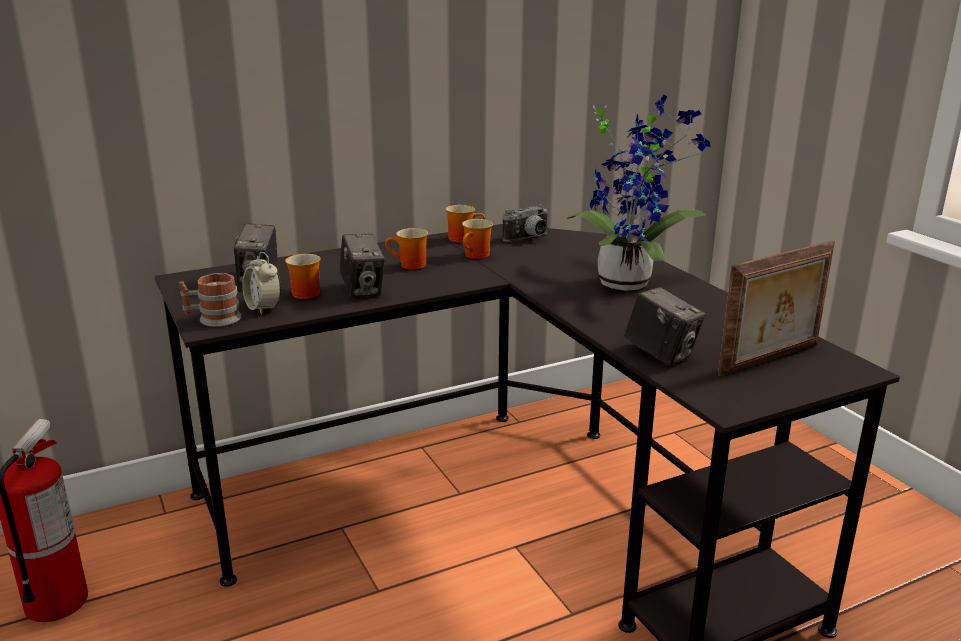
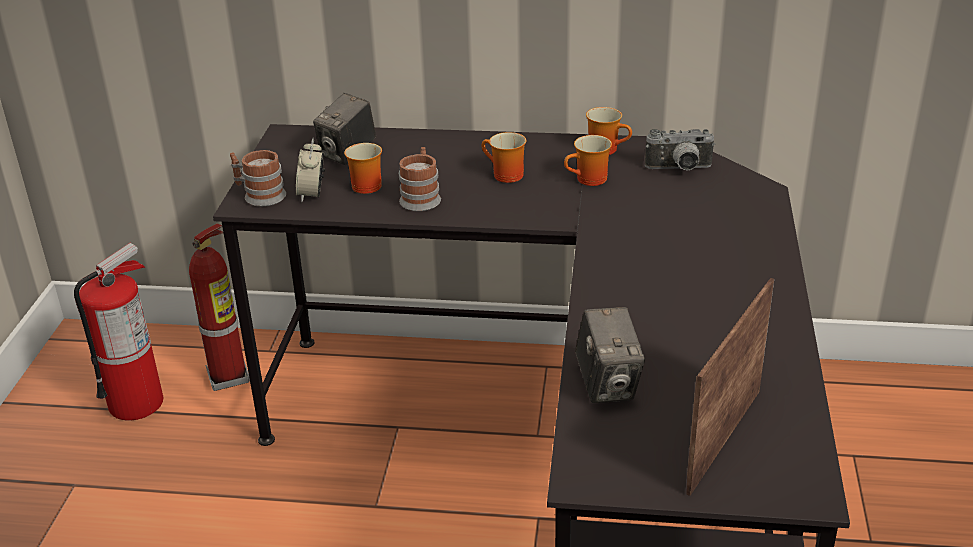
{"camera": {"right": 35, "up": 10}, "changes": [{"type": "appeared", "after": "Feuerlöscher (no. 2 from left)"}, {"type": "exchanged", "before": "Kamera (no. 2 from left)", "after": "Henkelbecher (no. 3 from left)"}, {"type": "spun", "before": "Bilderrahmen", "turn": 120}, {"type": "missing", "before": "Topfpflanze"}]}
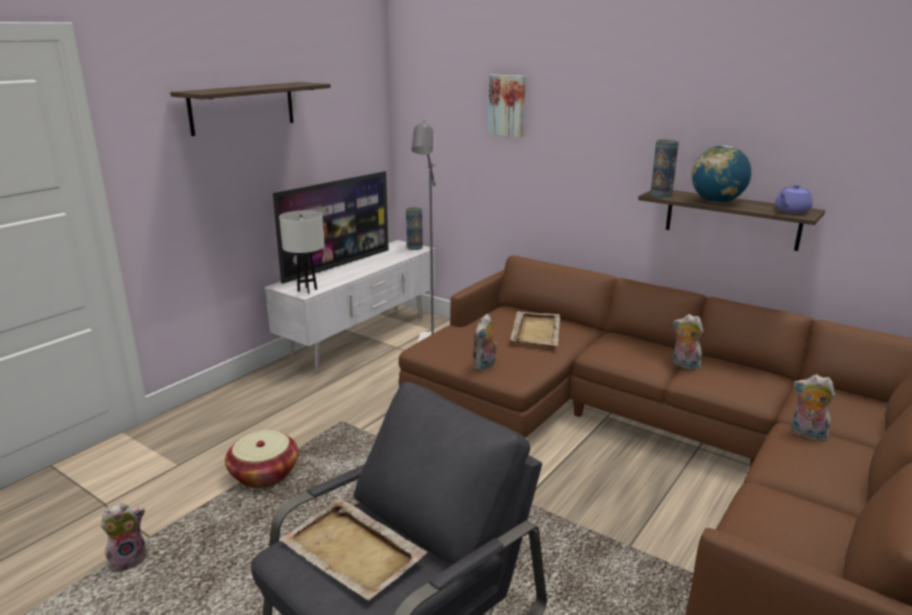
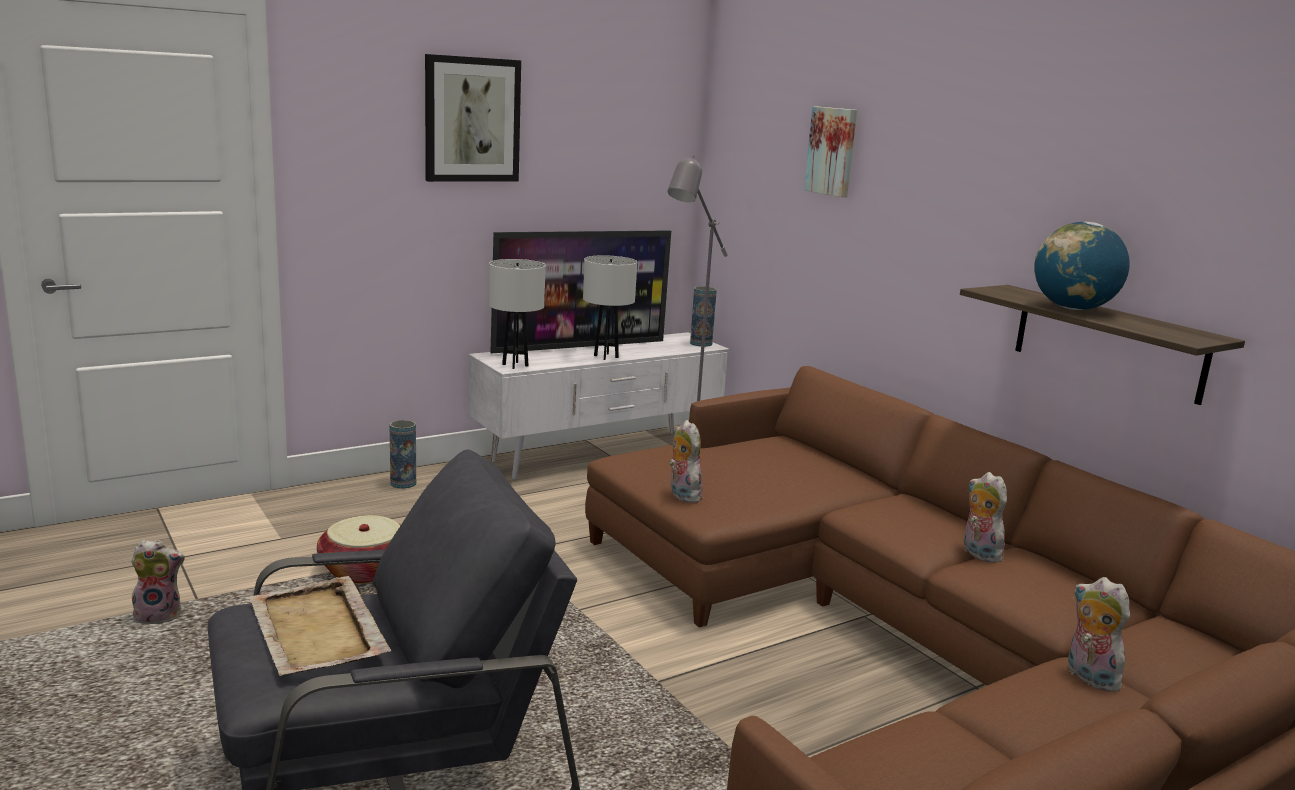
{"camera": {"right": 20, "up": -5}, "changes": [{"type": "relocated", "before": "Vase (no. 2 from left in the first image)", "after": "Vase (no. 1 from left)"}, {"type": "exchanged", "before": "Wandregal (no. 1 from left)", "after": "Bild (no. 1 from left)"}, {"type": "appeared", "after": "Tischlampe/weiß (no. 2 from left)"}, {"type": "spun", "before": "Plüschtier (no. 2 from left)", "turn": 105}, {"type": "missing", "before": "Tablett/beige (no. 2 from left)"}, {"type": "missing", "before": "Teekanne/lila"}]}
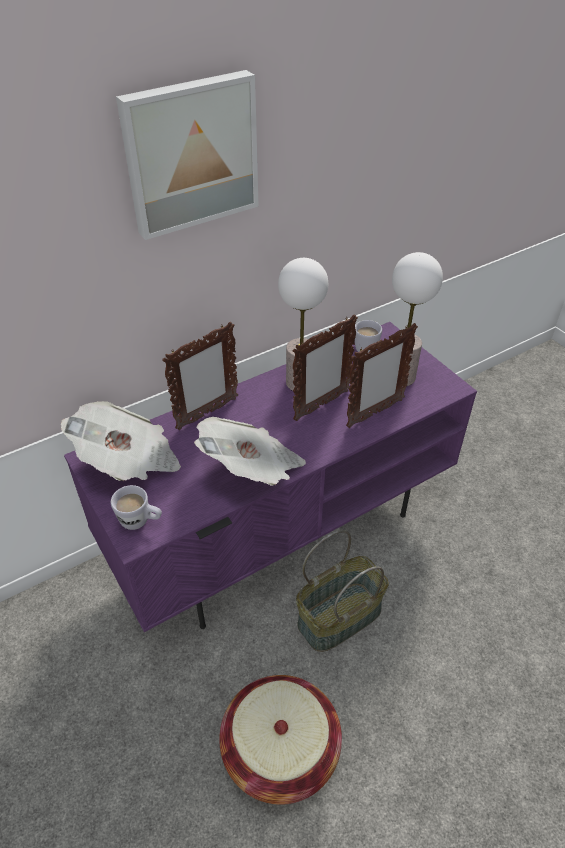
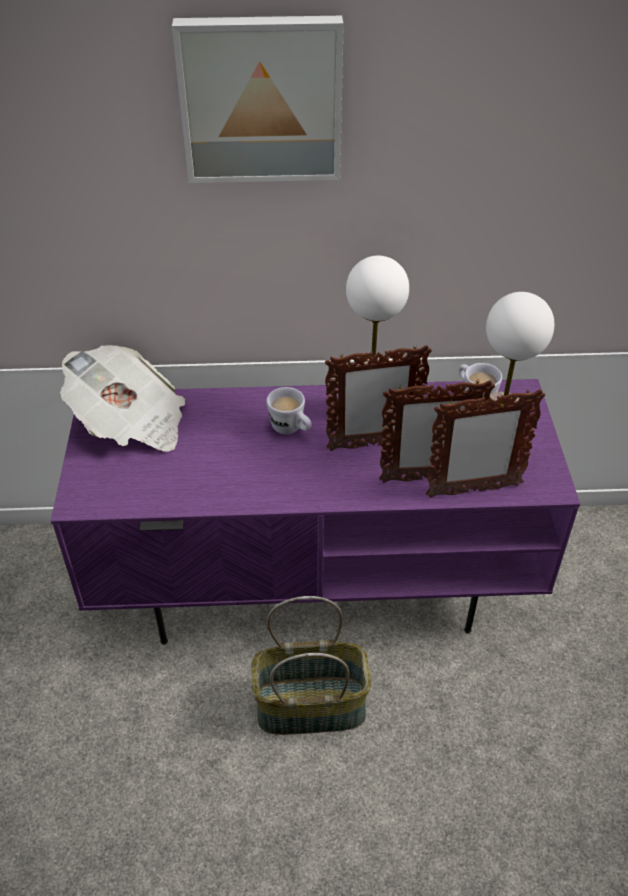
{"camera": {"right": 30, "up": 0}, "changes": [{"type": "relocated", "before": "Henkelbecher/weiß (no. 1 from left)"}, {"type": "relocated", "before": "Bilderrahmen (no. 1 from left in the first image)", "after": "Bilderrahmen (no. 3 from left)"}, {"type": "missing", "before": "Zeitung (no. 2 from left)"}, {"type": "missing", "before": "Korb (no. 1 from left)"}]}
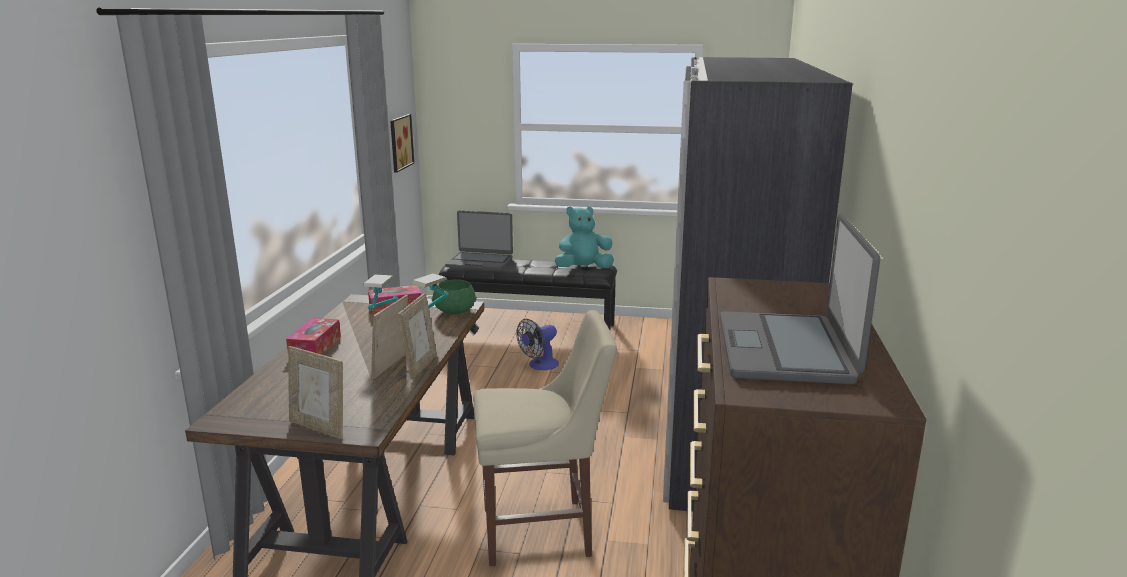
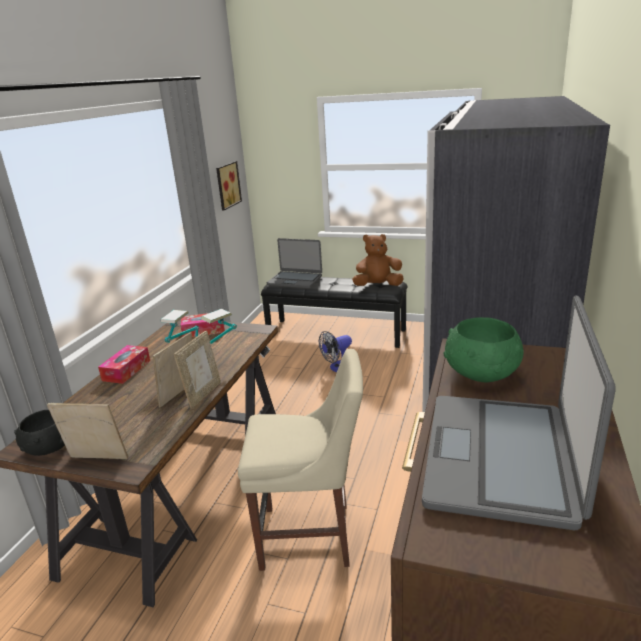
{"camera": {"right": 10, "up": 5}, "changes": [{"type": "appeared", "after": "Schüssel/schwarz"}, {"type": "spun", "before": "Bilderrahmen (no. 1 from left)", "turn": 150}, {"type": "colour", "before": "Plüschtier/türkis", "after": "Plüschtier/braun"}, {"type": "relocated", "before": "Schüssel/grün"}]}
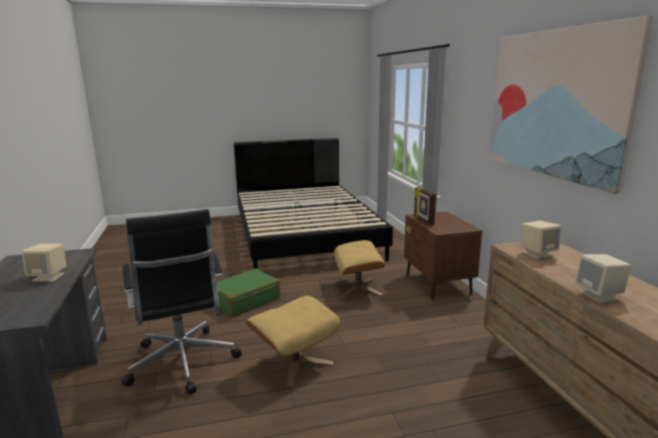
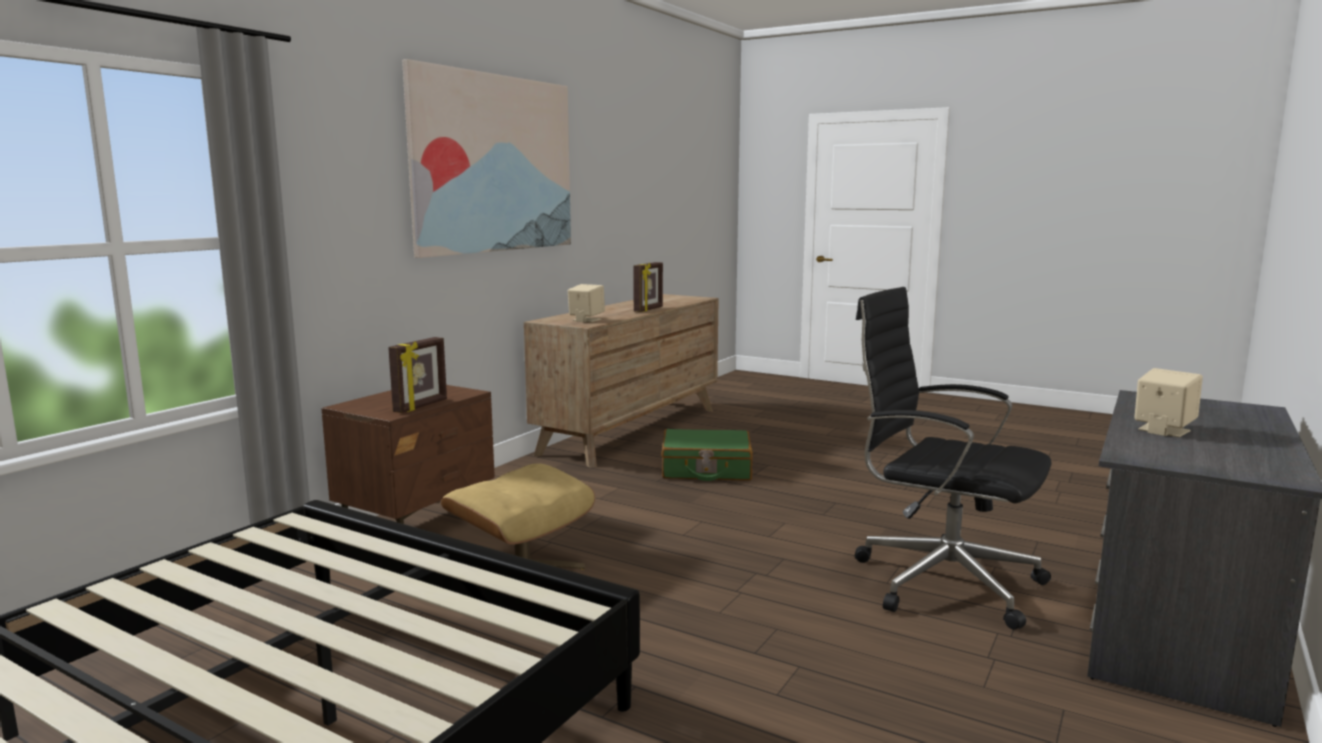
{"camera": {"right": -135, "up": -5}, "changes": [{"type": "exchanged", "before": "Lautsprecher/beige (no. 3 from left)", "after": "Bilderrahmen (no. 2 from left)"}, {"type": "relocated", "before": "Koffer/grün"}, {"type": "spun", "before": "Bürostuhl/schwarz", "turn": -75}, {"type": "missing", "before": "Polsterhocker/beige (no. 1 from left)"}]}
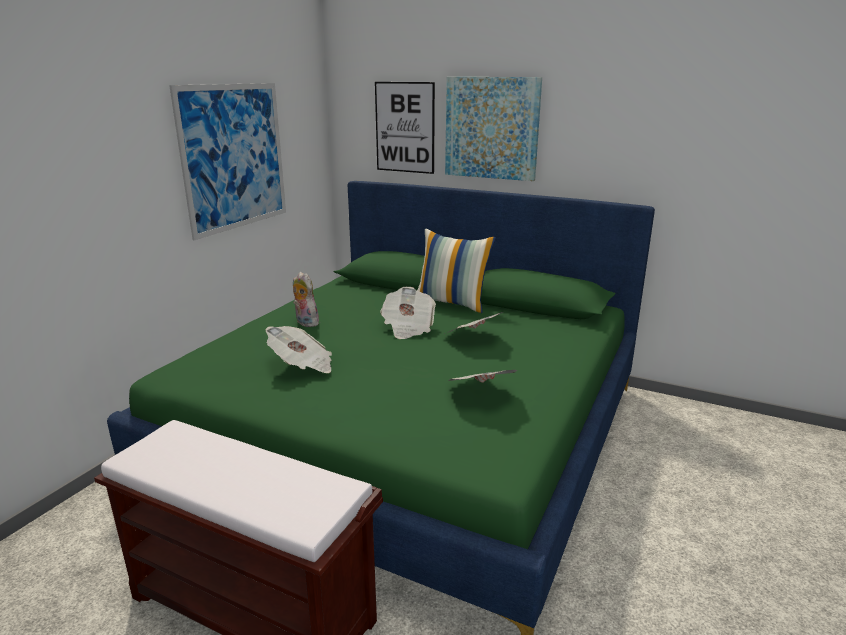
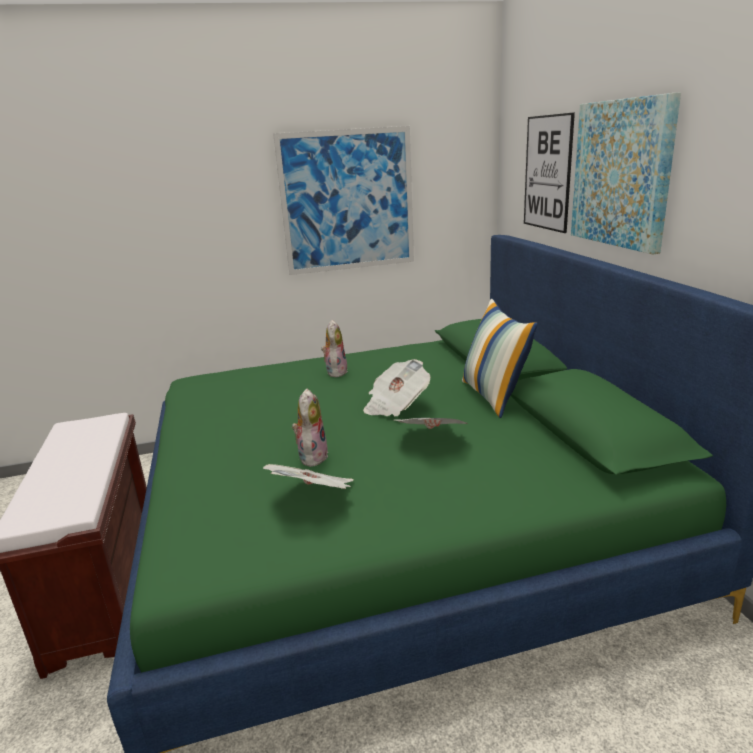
{"camera": {"right": 50, "up": 0}, "changes": [{"type": "appeared", "after": "Plüschtier (no. 1 from left)"}, {"type": "missing", "before": "Zeitung (no. 1 from left)"}]}
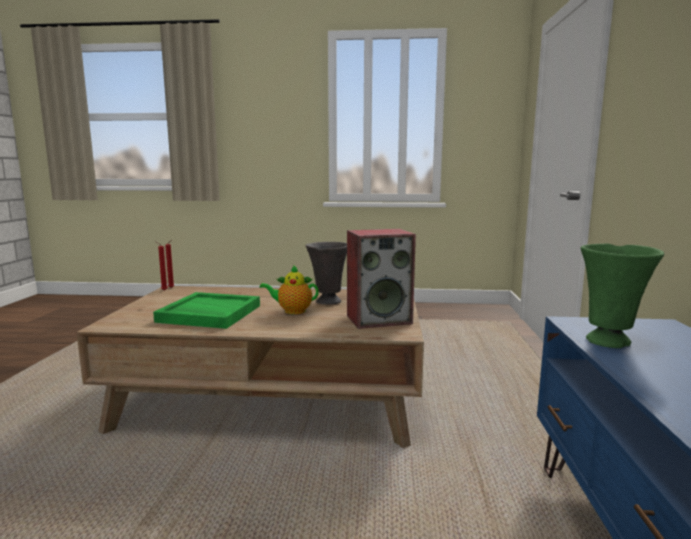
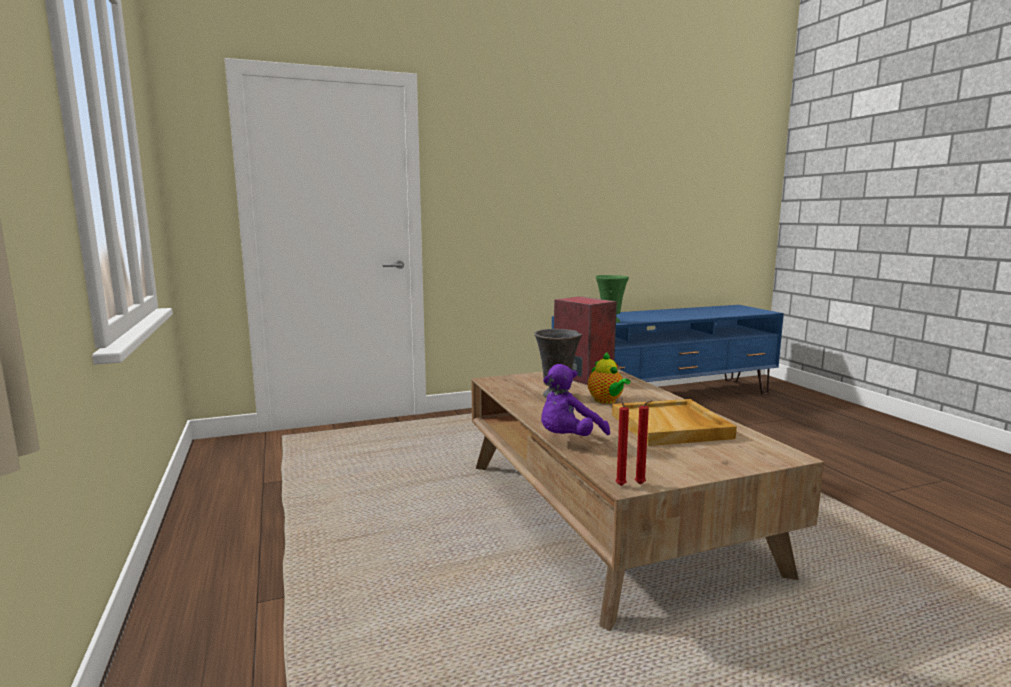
{"camera": {"right": -115, "up": 0}, "changes": [{"type": "appeared", "after": "Plüschtier/lila"}, {"type": "colour", "before": "Tablett/grün", "after": "Tablett/beige"}]}
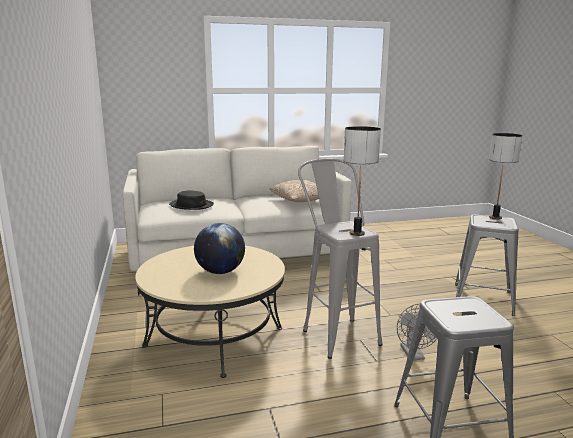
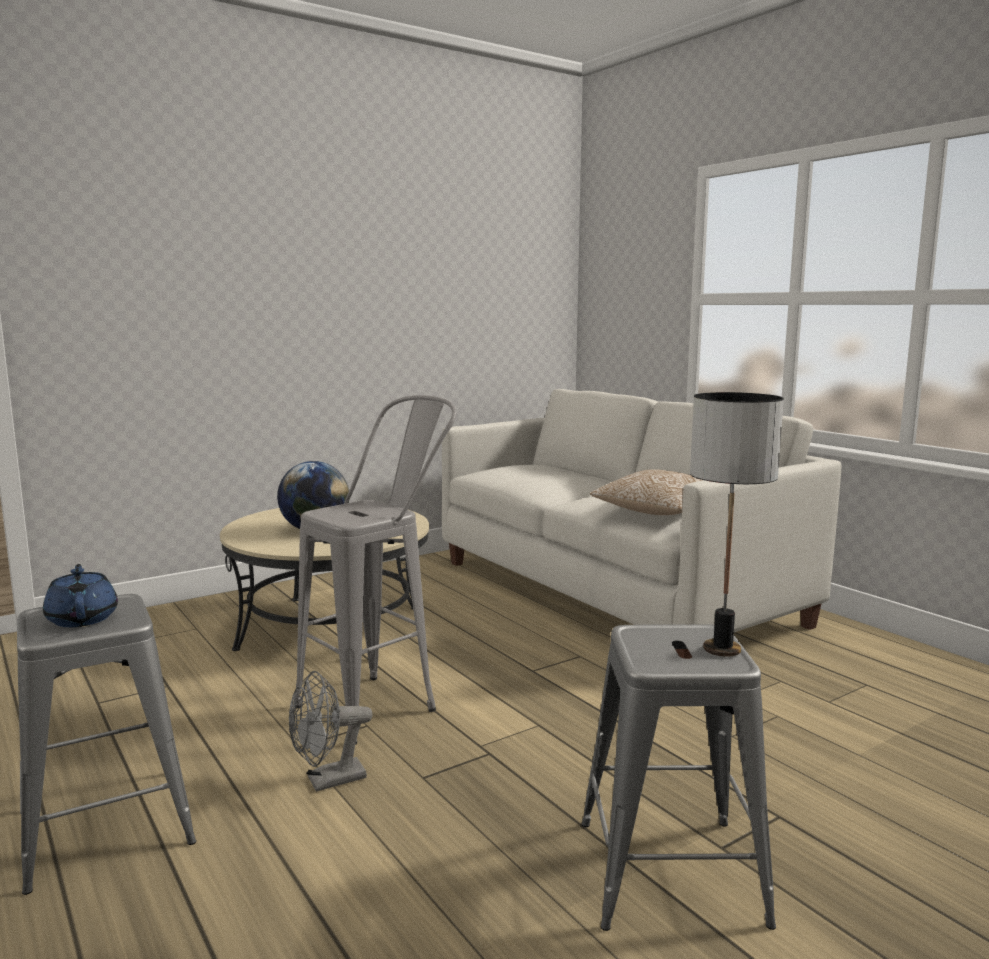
{"camera": {"right": 70, "up": -5}, "changes": [{"type": "appeared", "after": "Teekanne/blau"}, {"type": "missing", "before": "Hut/schwarz"}, {"type": "missing", "before": "Tischlampe (no. 1 from left)"}]}
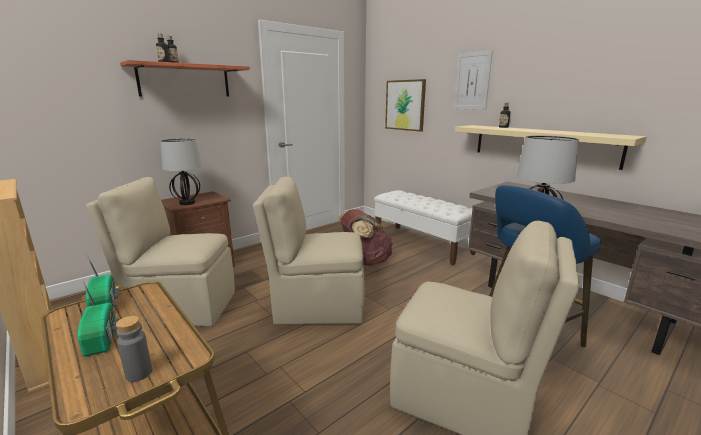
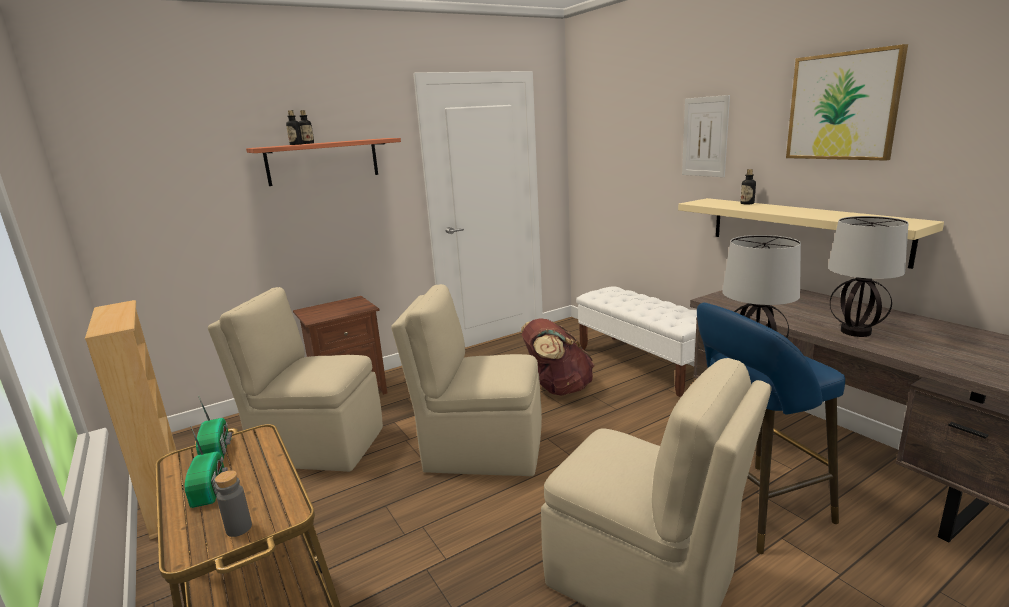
{"camera": {"right": 10, "up": 0}, "changes": [{"type": "relocated", "before": "Bild (no. 1 from left in the first image)", "after": "Bild (no. 2 from left)"}, {"type": "relocated", "before": "Tischlampe (no. 1 from left in the first image)", "after": "Tischlampe (no. 2 from left)"}]}
